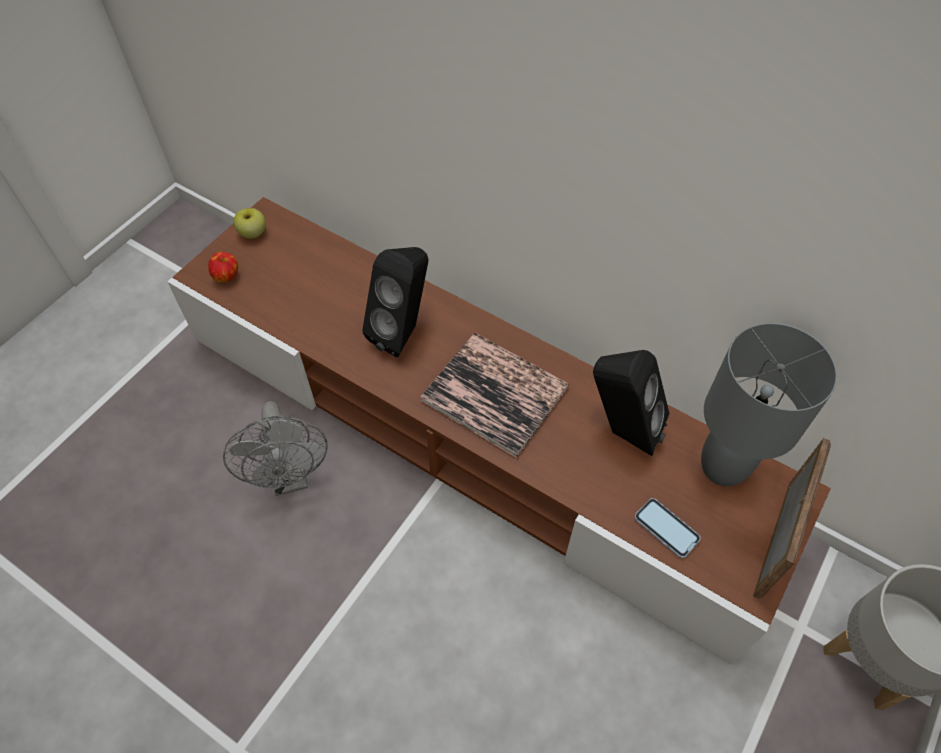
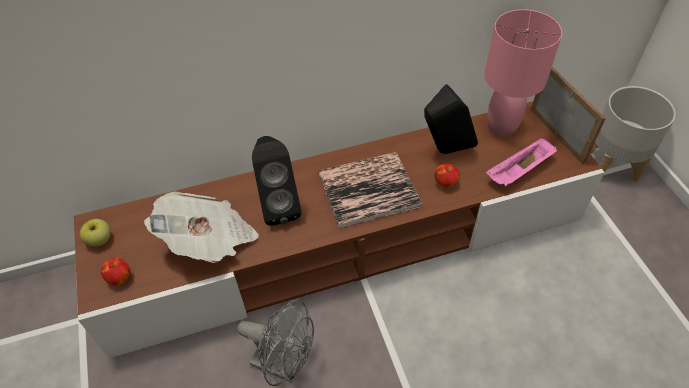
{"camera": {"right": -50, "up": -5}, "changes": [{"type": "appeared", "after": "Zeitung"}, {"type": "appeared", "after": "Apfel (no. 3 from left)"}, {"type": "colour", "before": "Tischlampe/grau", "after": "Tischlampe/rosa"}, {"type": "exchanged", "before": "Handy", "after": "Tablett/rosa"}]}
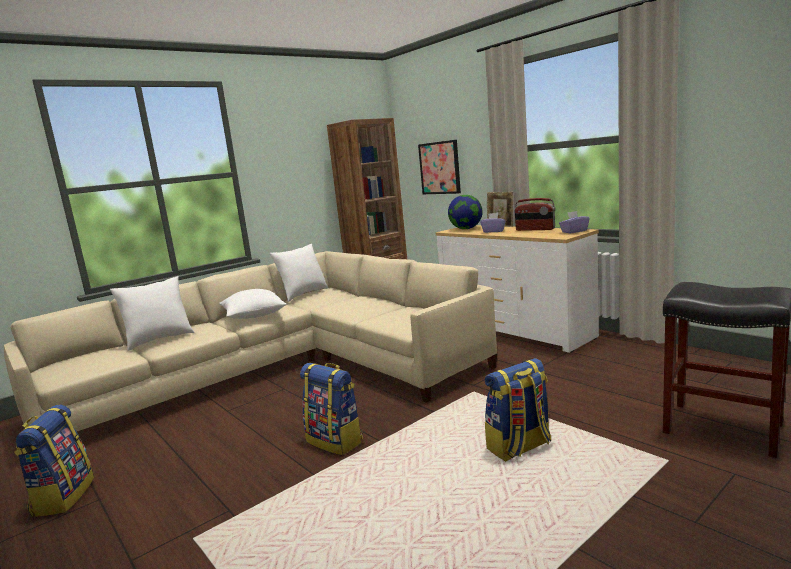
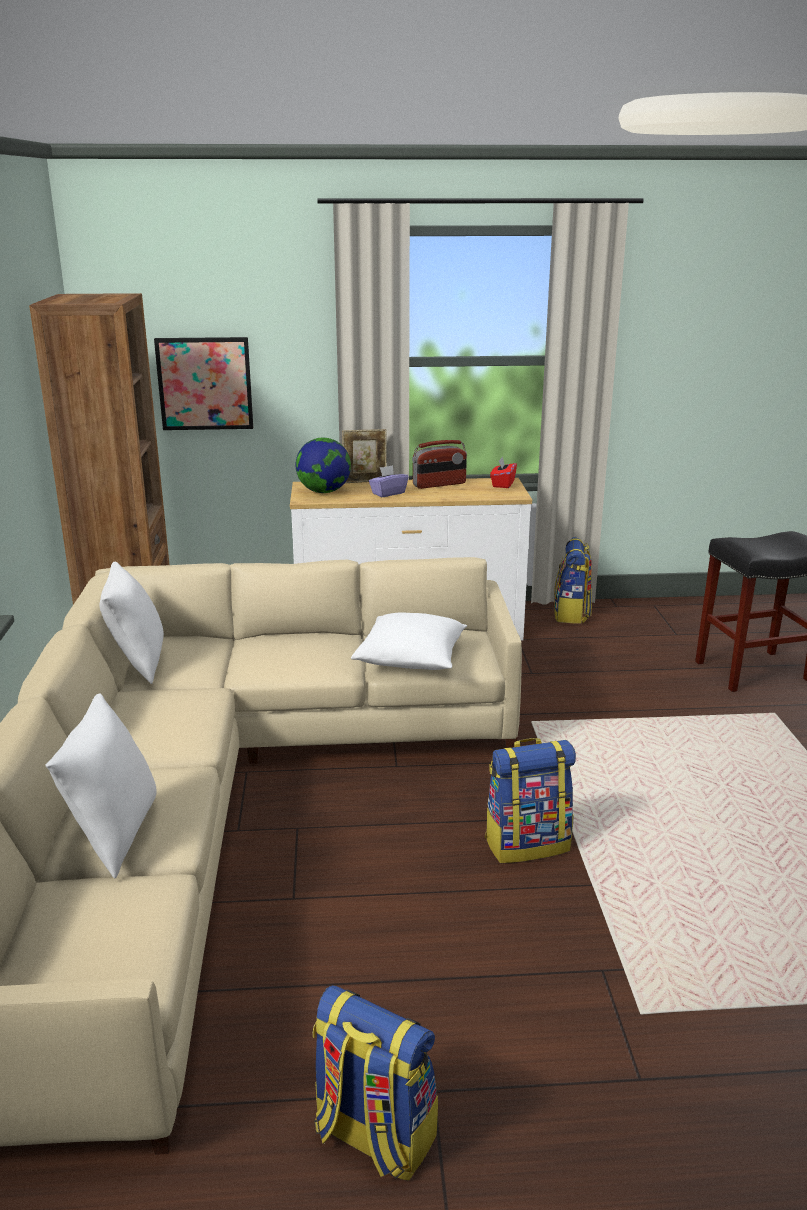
{"camera": {"right": -55, "up": 10}, "changes": [{"type": "relocated", "before": "Kissen/weiß (no. 2 from left in the first image)", "after": "Kissen/weiß (no. 3 from left)"}, {"type": "colour", "before": "Taschentuchbox/lila (no. 2 from left)", "after": "Taschentuchbox/rot"}, {"type": "relocated", "before": "Rucksack (no. 3 from left)"}]}
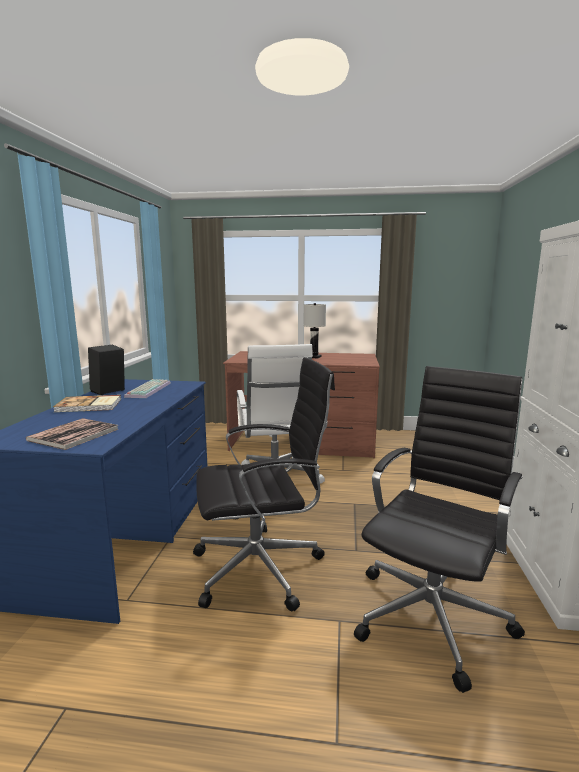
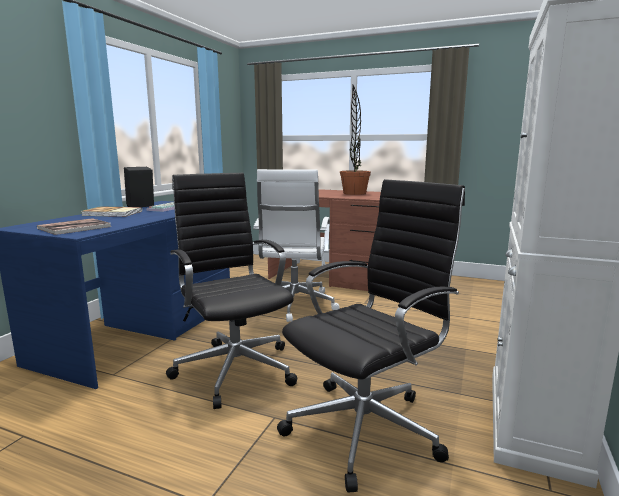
{"camera": {"right": 15, "up": 0}, "changes": [{"type": "spun", "before": "Bürostuhl/schwarz (no. 1 from left)", "turn": -120}, {"type": "exchanged", "before": "Tischlampe/weiß", "after": "Topfpflanze"}]}
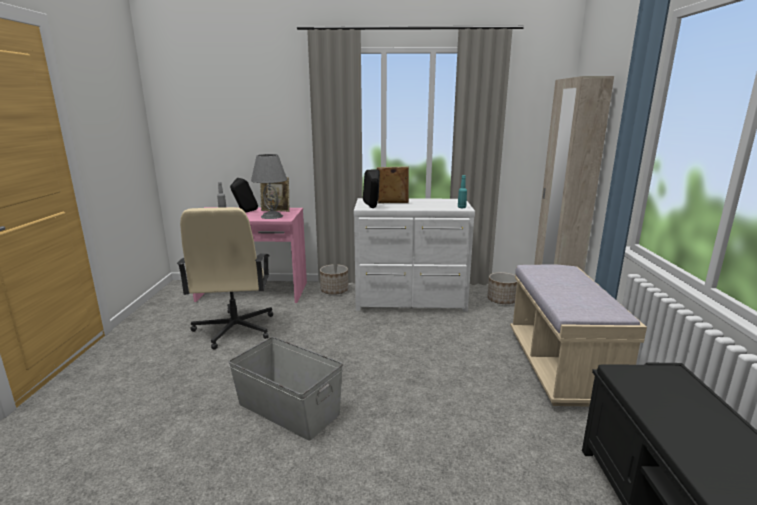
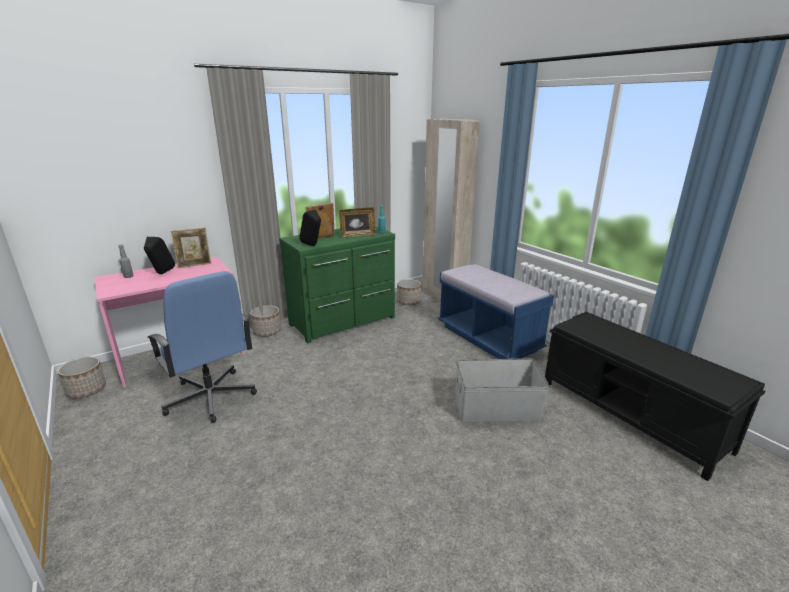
{"camera": {"right": -35, "up": 5}, "changes": [{"type": "appeared", "after": "Pflanzkübel (no. 1 from left)"}, {"type": "colour", "before": "Bürostuhl/beige", "after": "Bürostuhl/blau"}, {"type": "colour", "before": "Kommode/weiß", "after": "Kommode/grün"}, {"type": "appeared", "after": "Bilderrahmen (no. 3 from left)"}, {"type": "colour", "before": "Bank/beige", "after": "Bank/blau"}, {"type": "relocated", "before": "Aufbewahrungsbox/grau"}, {"type": "missing", "before": "Tischlampe/grau"}]}
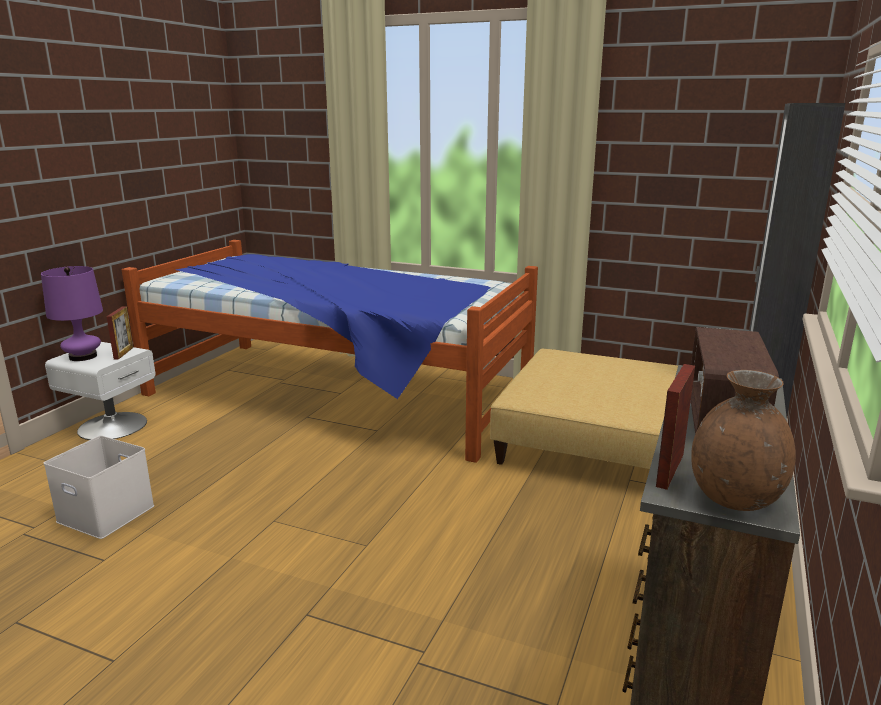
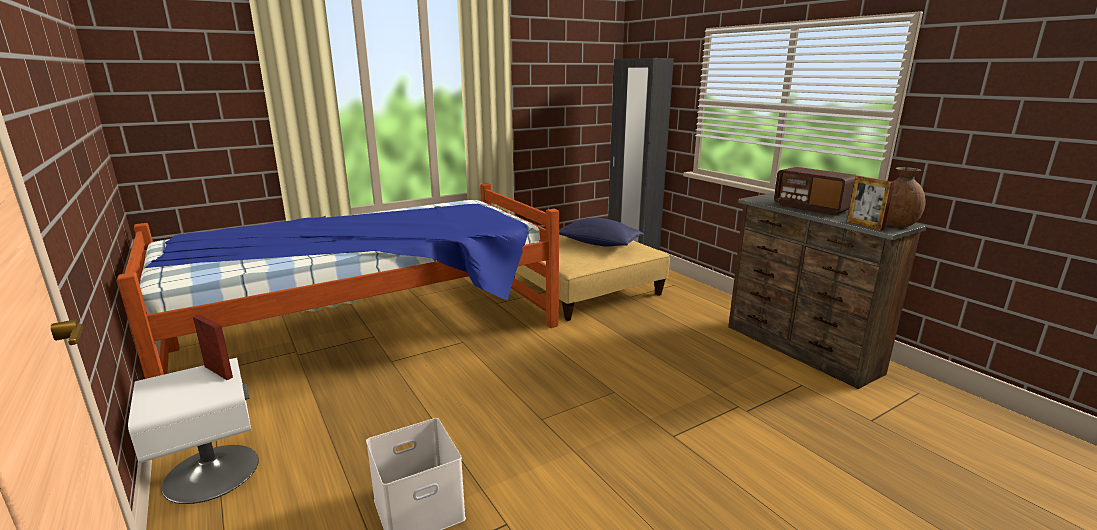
{"camera": {"right": -55, "up": 0}, "changes": [{"type": "appeared", "after": "Kissen/blau"}, {"type": "missing", "before": "Tischlampe/lila"}]}
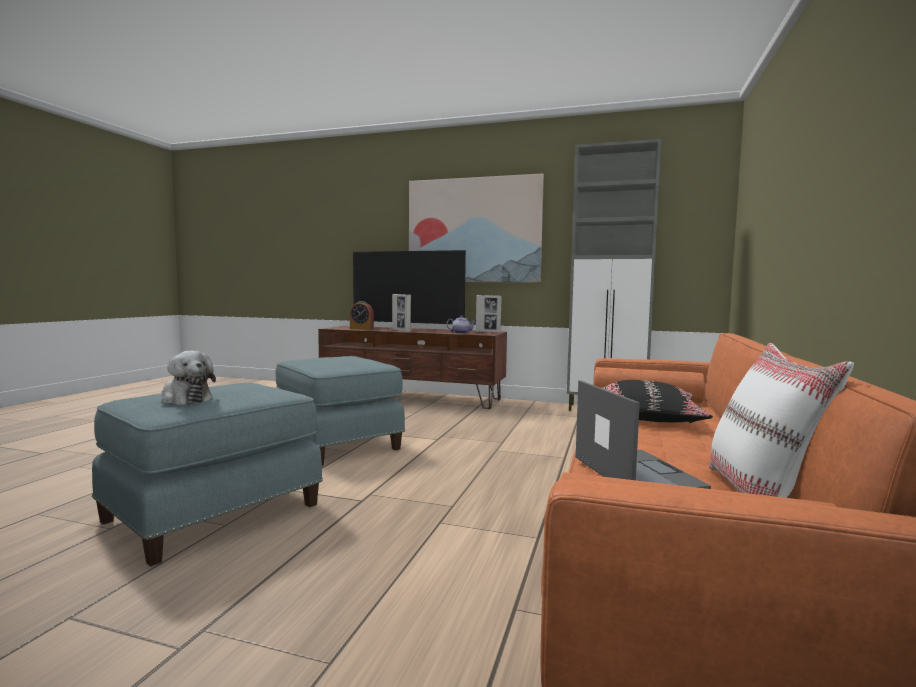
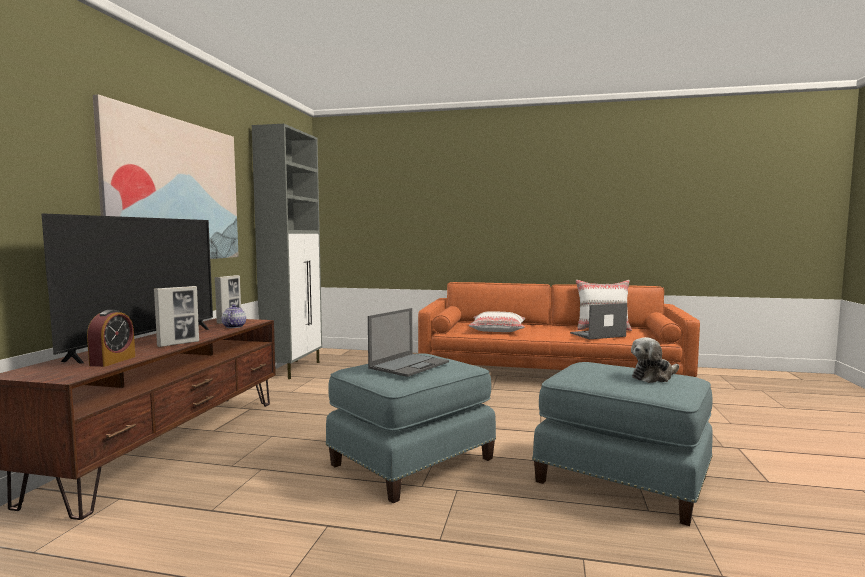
{"camera": {"right": -95, "up": 0}, "changes": [{"type": "appeared", "after": "Laptop (no. 1 from left)"}, {"type": "colour", "before": "Kissen/schwarz", "after": "Kissen/weiß (no. 1 from left)"}, {"type": "spun", "before": "Plüschtier", "turn": -150}]}
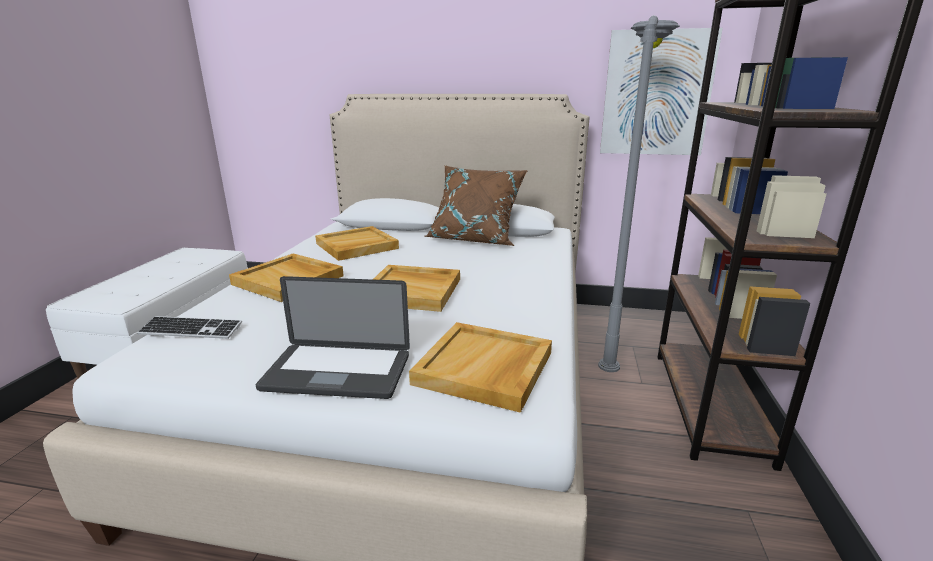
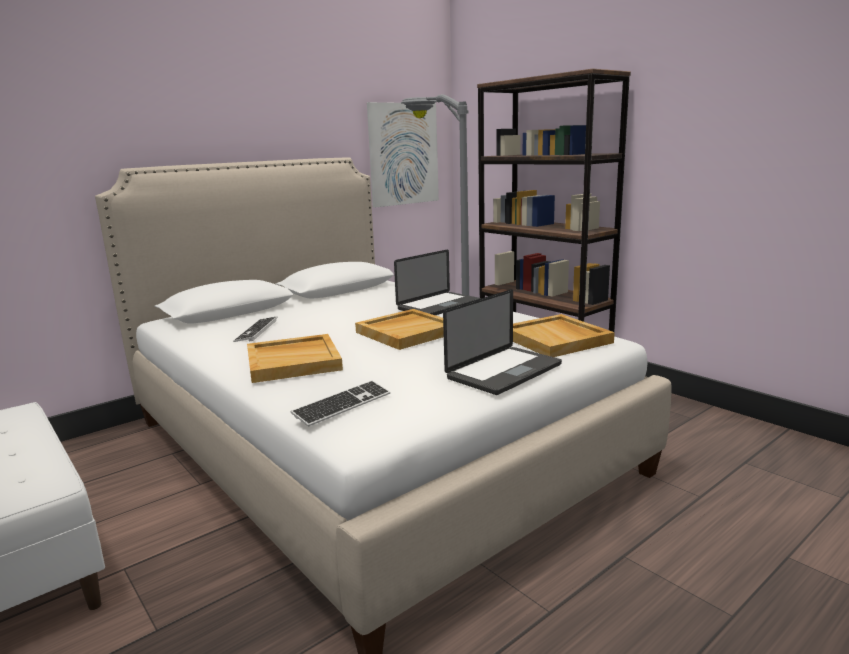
{"camera": {"right": -50, "up": -5}, "changes": [{"type": "exchanged", "before": "Tablett/beige (no. 2 from left)", "after": "Tastatur (no. 1 from left)"}, {"type": "appeared", "after": "Laptop (no. 1 from left)"}, {"type": "missing", "before": "Kissen/braun"}]}
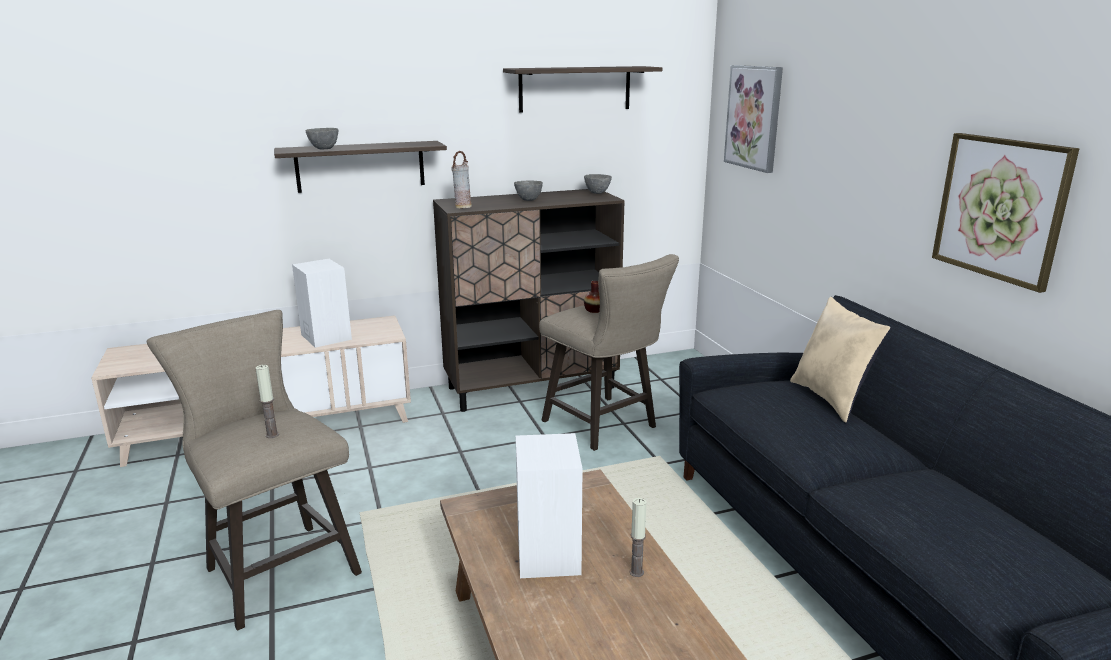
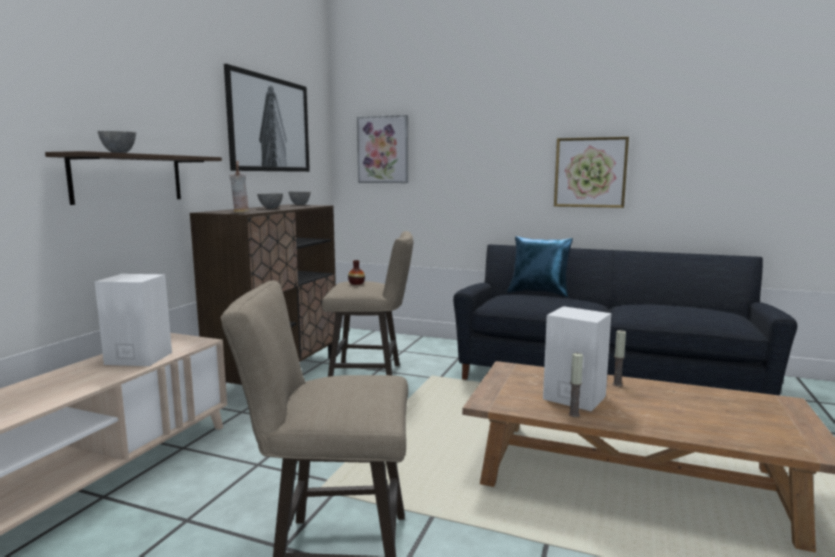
{"camera": {"right": -50, "up": -10}, "changes": [{"type": "exchanged", "before": "Wandregal (no. 2 from left)", "after": "Bild (no. 1 from left)"}, {"type": "colour", "before": "Kissen/beige", "after": "Kissen/blau"}, {"type": "relocated", "before": "Kerze (no. 1 from left)"}]}
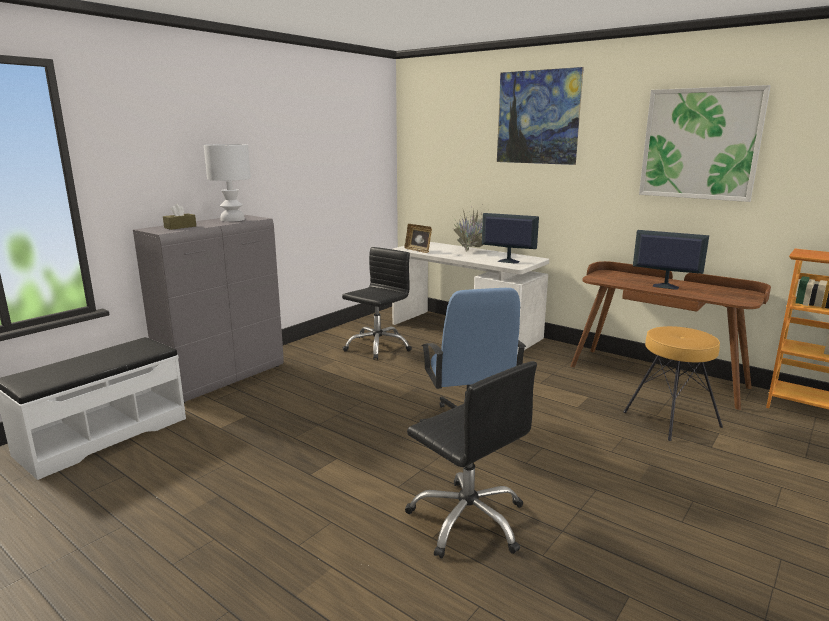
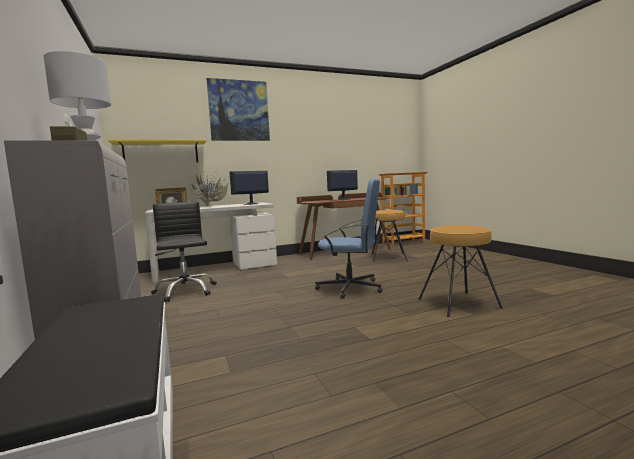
{"camera": {"right": -60, "up": -10}, "changes": [{"type": "appeared", "after": "Wandregal/gelb"}, {"type": "exchanged", "before": "Bürostuhl/schwarz (no. 2 from left)", "after": "Hocker/braun (no. 2 from left)"}, {"type": "missing", "before": "Bild (no. 2 from left)"}]}
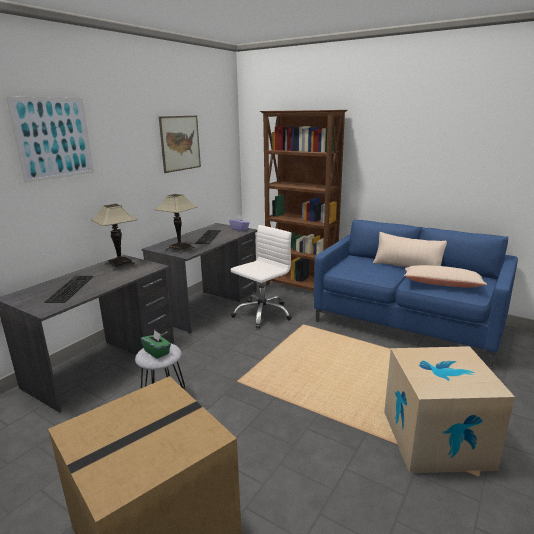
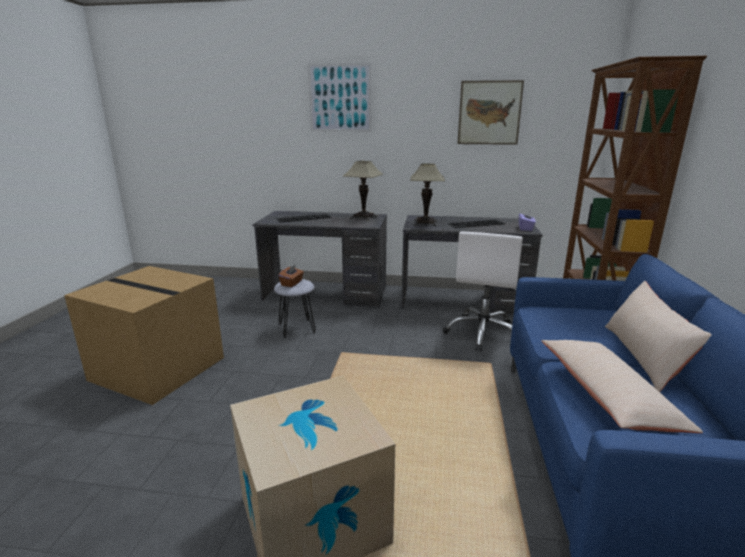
{"camera": {"right": 65, "up": 0}, "changes": [{"type": "colour", "before": "Taschentuchbox/grün", "after": "Taschentuchbox/braun"}, {"type": "spun", "before": "Bürostuhl/weiß", "turn": 90}]}
